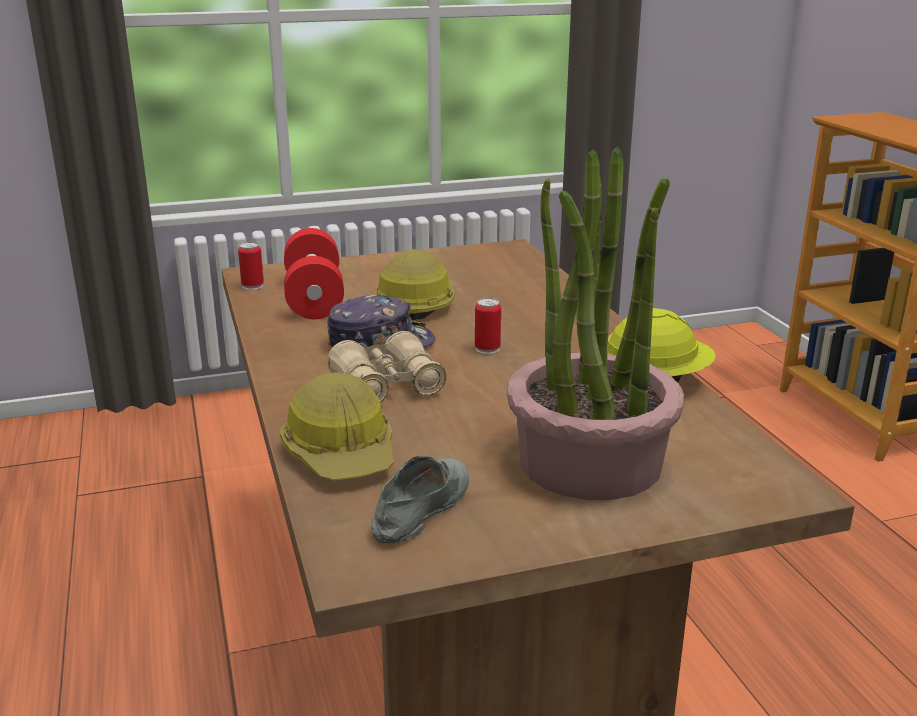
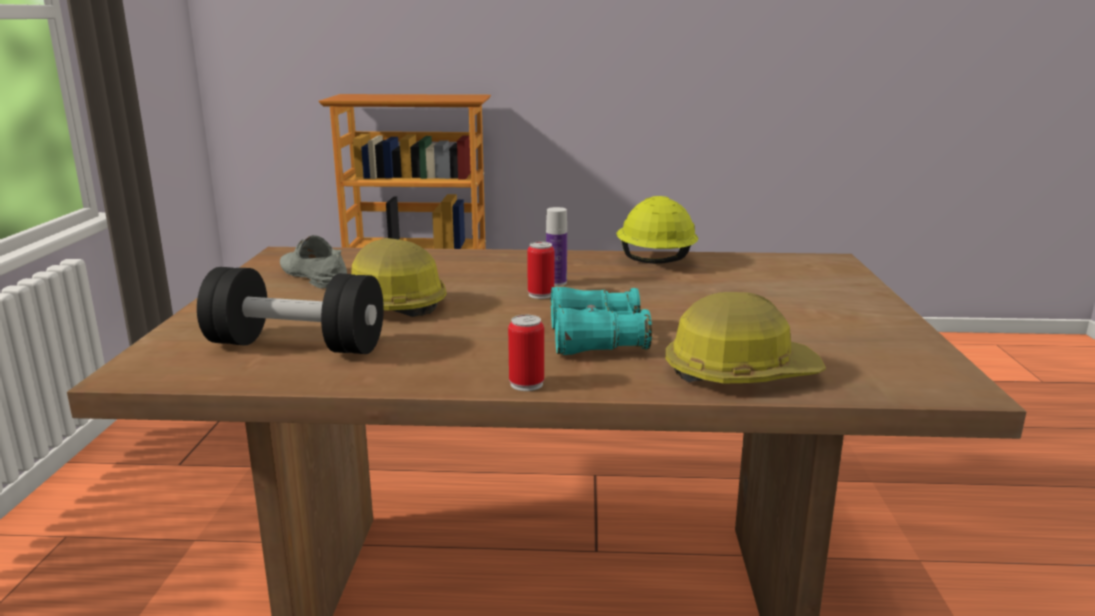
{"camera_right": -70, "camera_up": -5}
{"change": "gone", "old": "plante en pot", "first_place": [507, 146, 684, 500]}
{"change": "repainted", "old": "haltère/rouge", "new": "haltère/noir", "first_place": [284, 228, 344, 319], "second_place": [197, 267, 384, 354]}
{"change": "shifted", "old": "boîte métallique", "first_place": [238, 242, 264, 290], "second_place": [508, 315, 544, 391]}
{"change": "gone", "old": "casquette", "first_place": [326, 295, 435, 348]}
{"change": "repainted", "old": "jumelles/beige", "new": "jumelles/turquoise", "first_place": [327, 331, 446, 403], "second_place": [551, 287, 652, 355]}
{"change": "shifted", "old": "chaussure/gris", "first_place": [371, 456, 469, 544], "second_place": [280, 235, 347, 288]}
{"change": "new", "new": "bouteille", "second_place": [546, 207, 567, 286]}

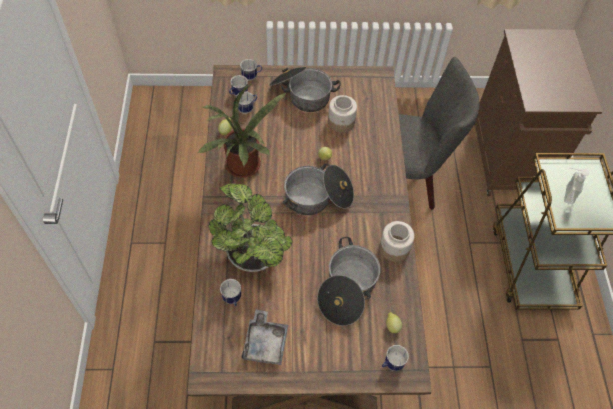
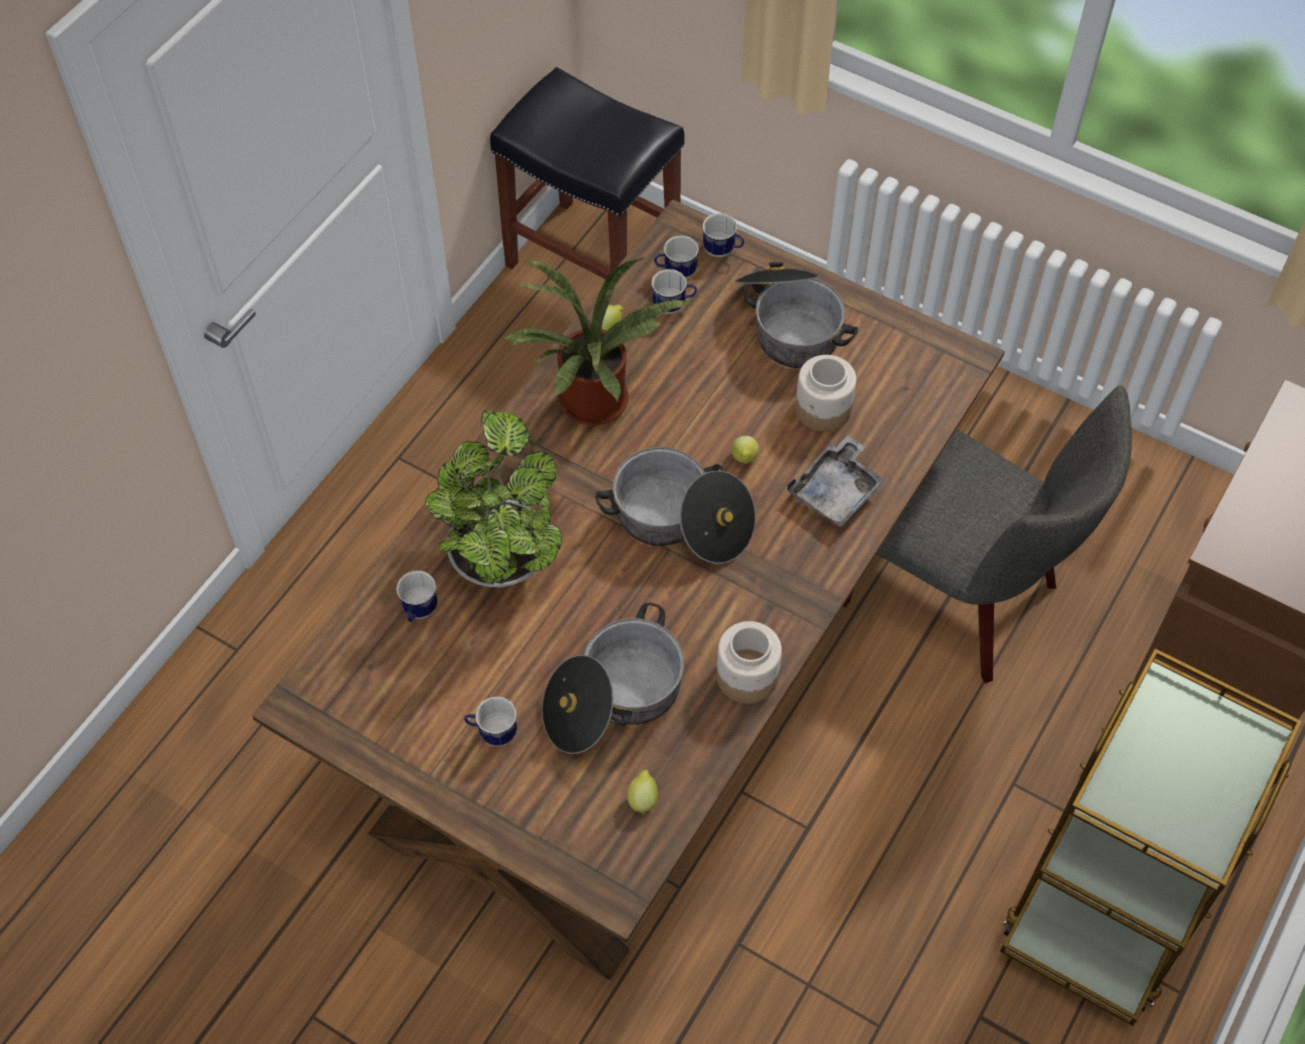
{"camera_right": 35, "camera_up": 0}
{"change": "gone", "old": "distributeur de savon", "first_place": [564, 168, 589, 204]}
{"change": "shifted", "old": "plateau/gris", "first_place": [242, 310, 288, 365], "second_place": [787, 435, 885, 528]}
{"change": "shifted", "old": "mug", "first_place": [382, 345, 409, 371], "second_place": [464, 697, 517, 746]}
{"change": "new", "new": "tabouret/noir", "second_place": [490, 67, 685, 279]}

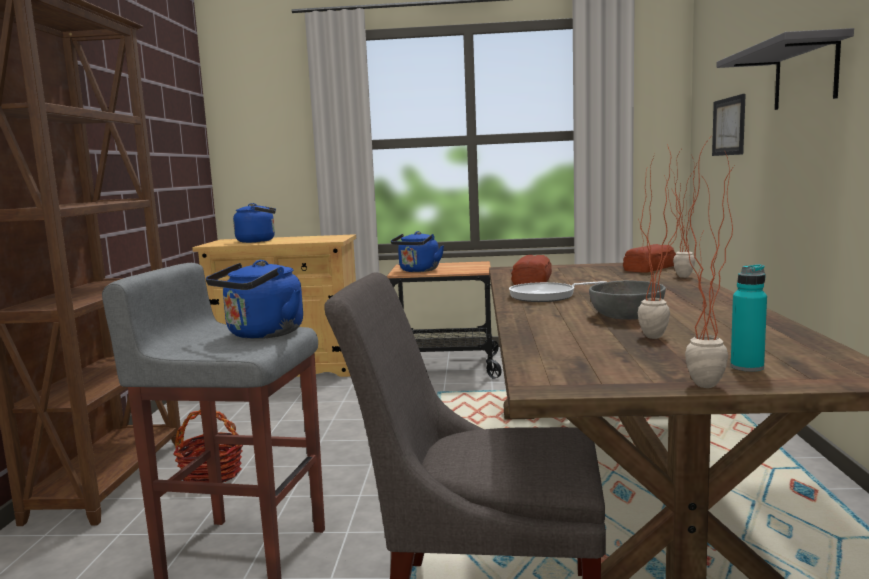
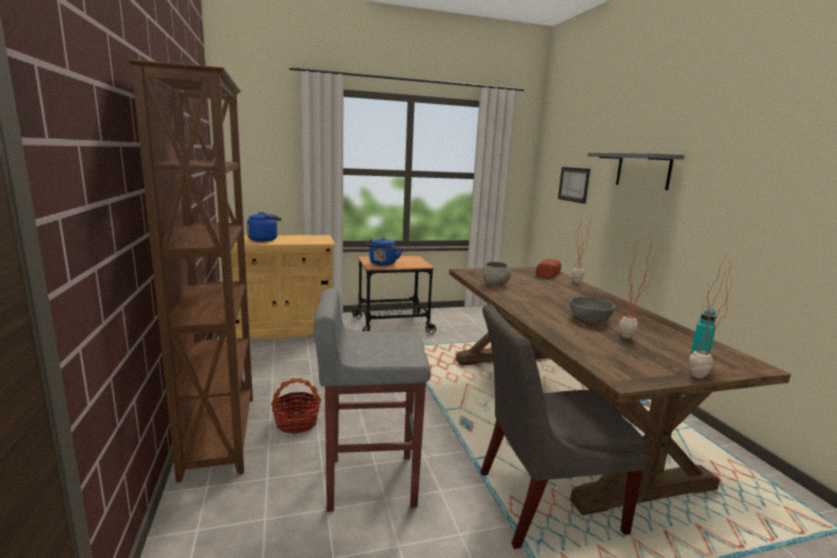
{"camera_right": -20, "camera_up": 5}
{"change": "swapped", "old": "pain", "new": "bol/gris", "first_place": [511, 255, 552, 285], "second_place": [482, 262, 511, 286]}
{"change": "gone", "old": "bouilloire/bleu", "first_place": [206, 260, 303, 339]}
{"change": "gone", "old": "poêle", "first_place": [509, 281, 606, 302]}

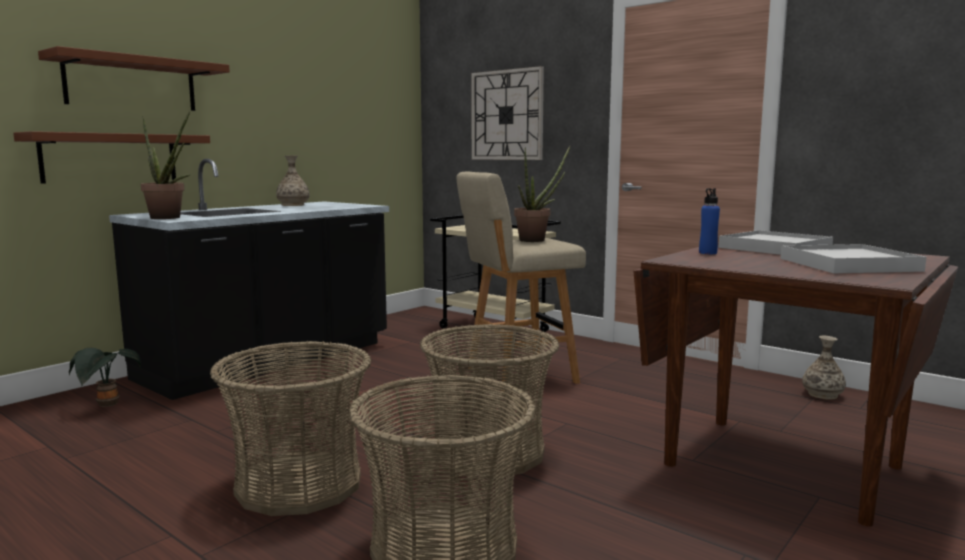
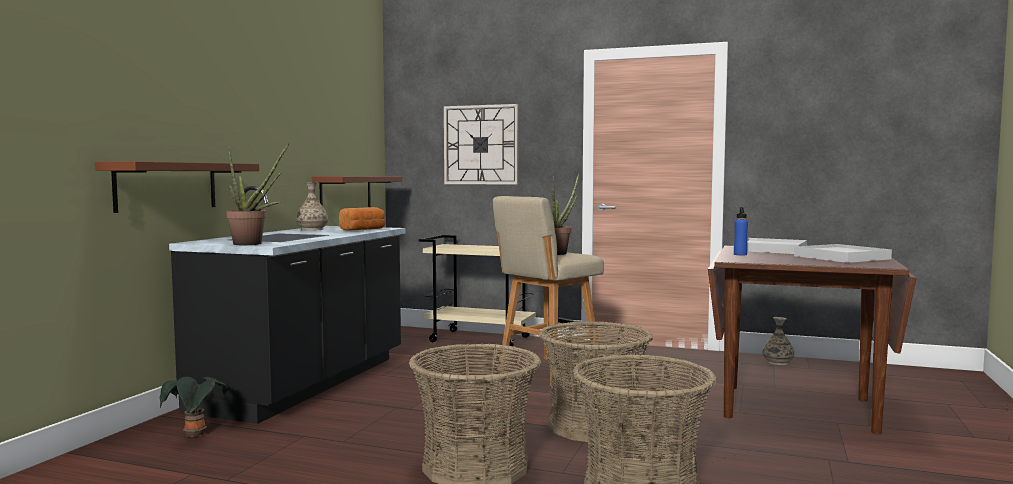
{"camera_right": -20, "camera_up": -5}
{"change": "shifted", "old": "étagère/marron", "first_place": [38, 46, 230, 111], "second_place": [312, 176, 403, 207]}
{"change": "new", "new": "pain", "second_place": [339, 207, 385, 231]}

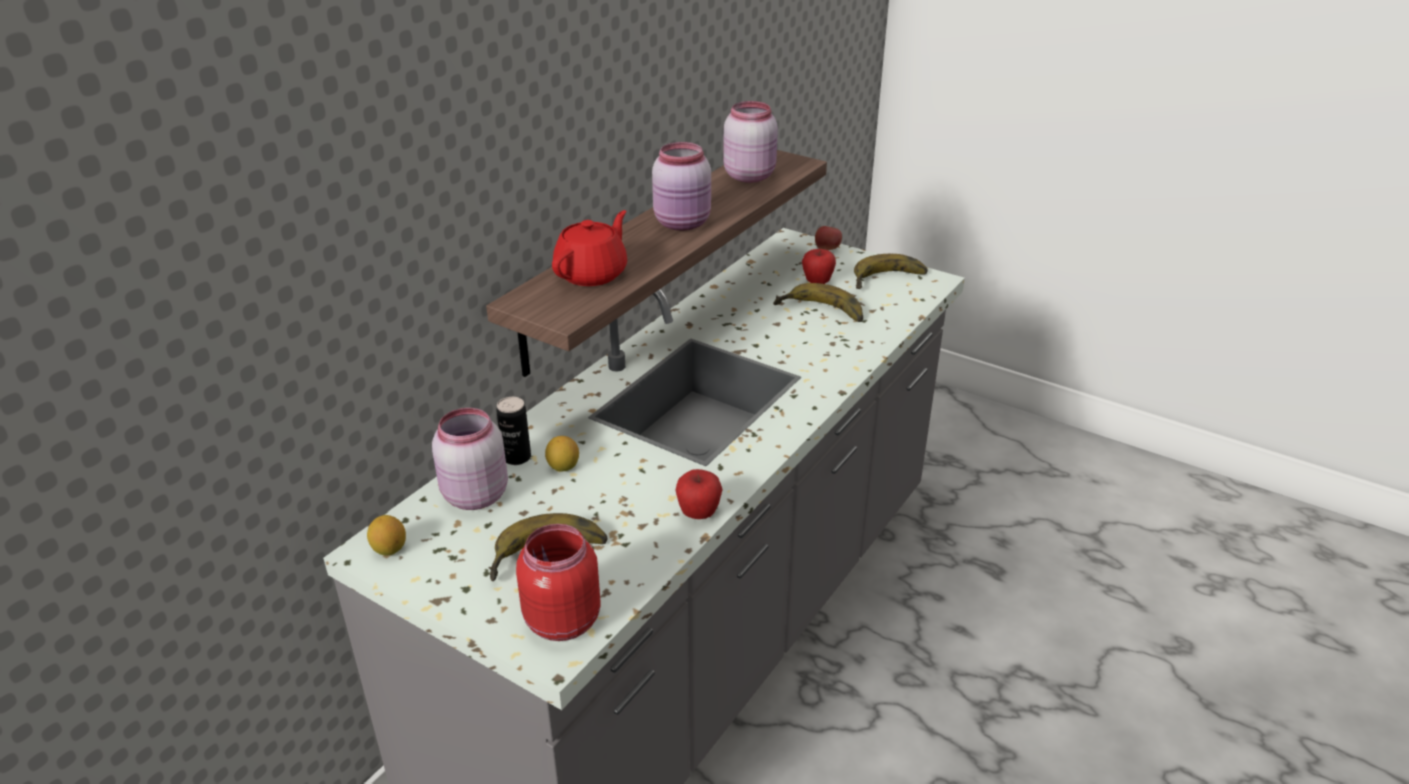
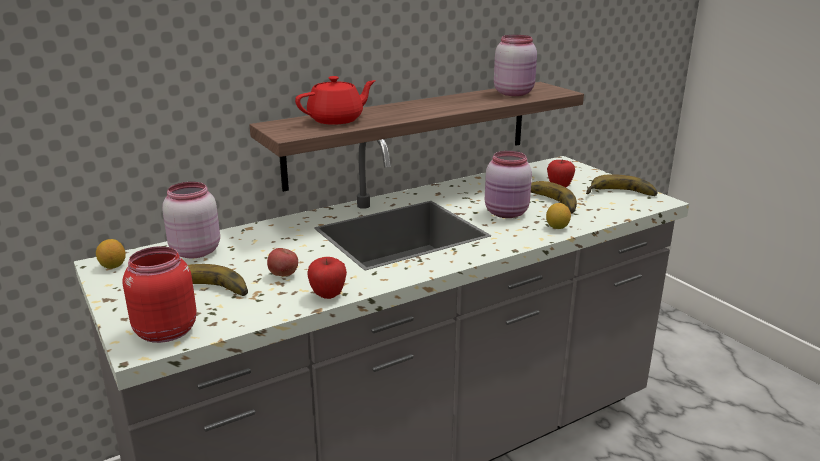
{"camera_right": 25, "camera_up": -10}
{"change": "shifted", "old": "bocal/rose", "first_place": [652, 142, 711, 231], "second_place": [485, 151, 532, 218]}
{"change": "shifted", "old": "pomme", "first_place": [815, 226, 842, 250], "second_place": [267, 248, 298, 276]}
{"change": "gone", "old": "boîte métallique", "first_place": [496, 397, 531, 465]}
{"change": "shifted", "old": "citron", "first_place": [545, 436, 579, 471], "second_place": [546, 203, 571, 229]}

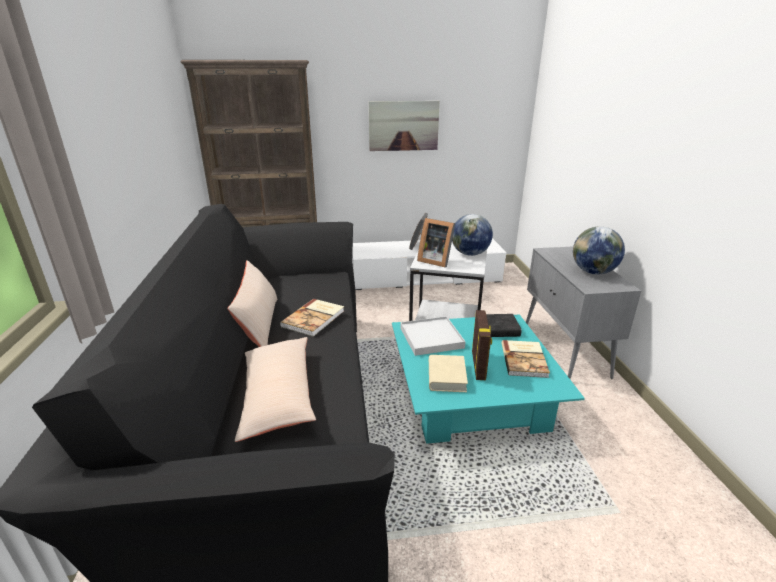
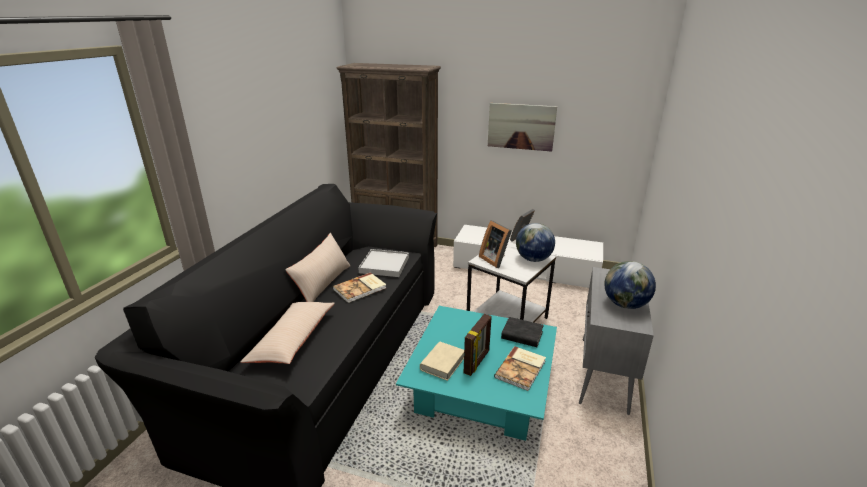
{"camera_right": 25, "camera_up": 0}
{"change": "shifted", "old": "plateau/blanc", "first_place": [401, 316, 466, 356], "second_place": [358, 249, 409, 277]}

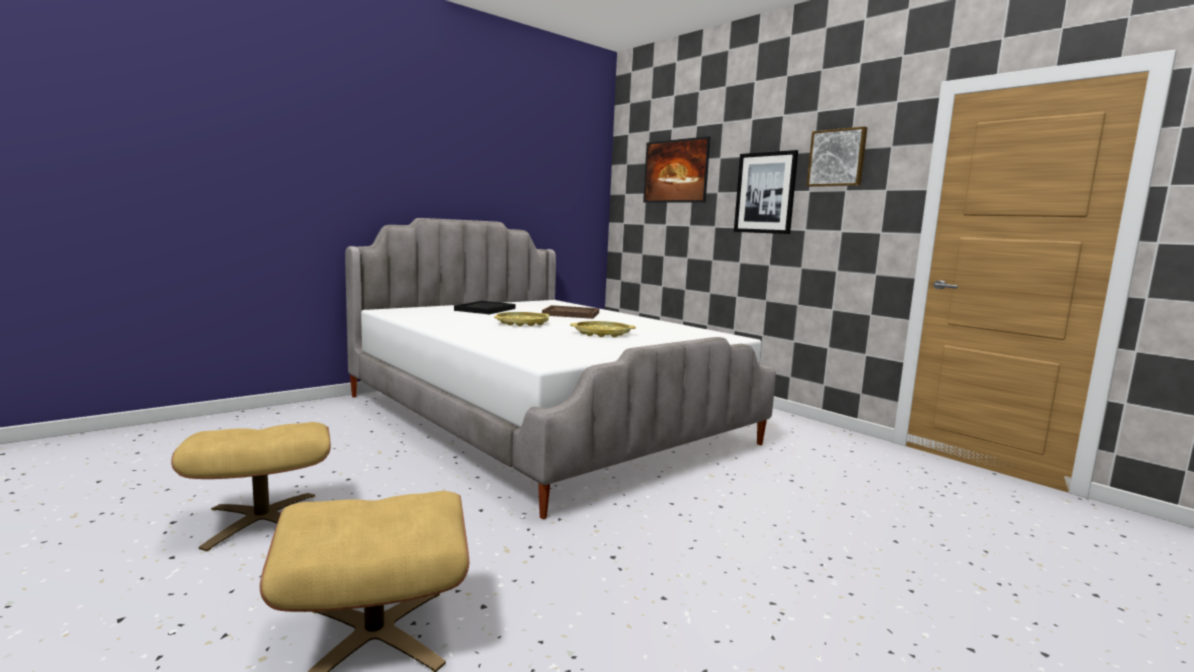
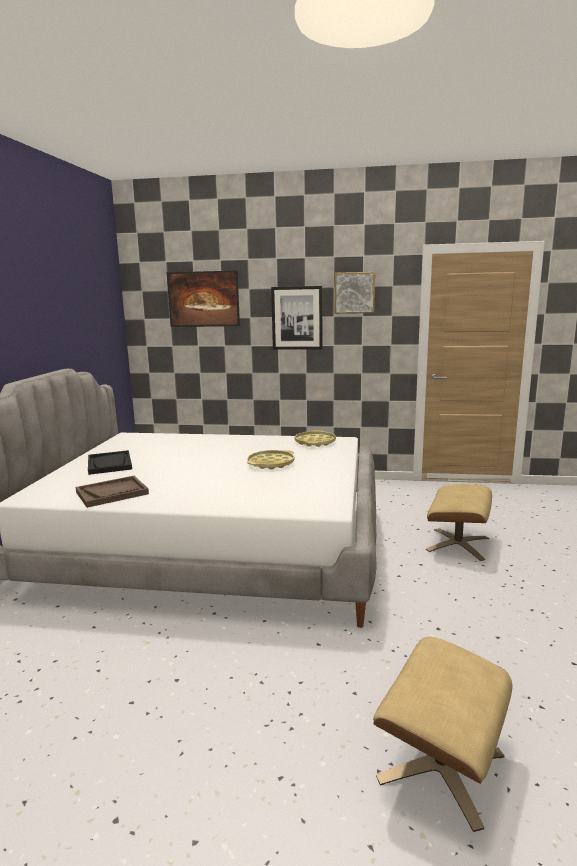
{"camera_right": -40, "camera_up": 5}
{"change": "shifted", "old": "plateau/marron", "first_place": [542, 305, 599, 319], "second_place": [76, 476, 149, 508]}
{"change": "shifted", "old": "plateau/jaune", "first_place": [494, 312, 550, 326], "second_place": [295, 430, 336, 447]}
{"change": "shifted", "old": "pouf/beige", "first_place": [171, 422, 331, 551], "second_place": [426, 484, 492, 561]}

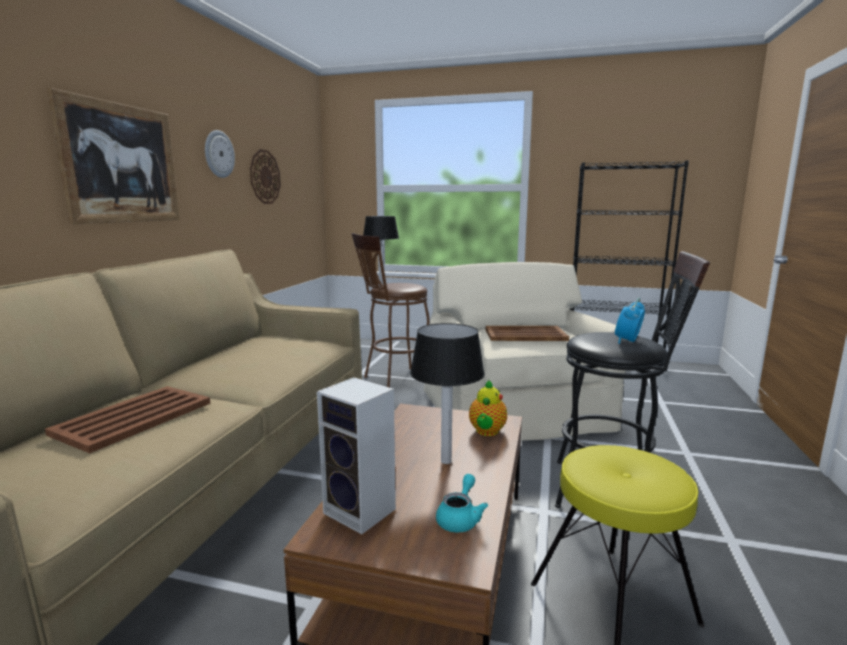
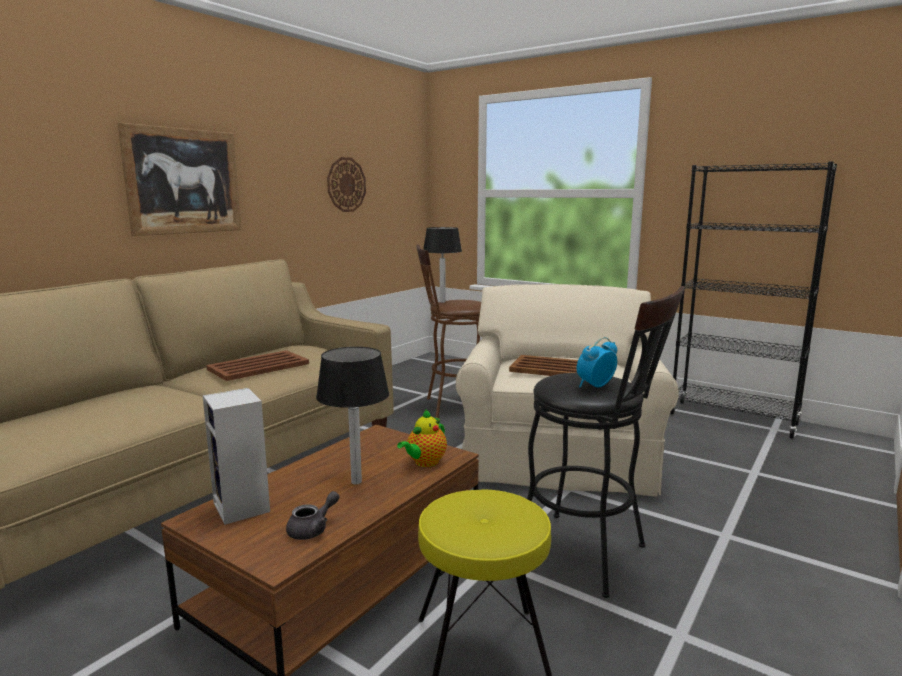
{"camera_right": 20, "camera_up": 0}
{"change": "gone", "old": "horloge murale", "first_place": [205, 130, 235, 178]}
{"change": "shifted", "old": "plateau/marron", "first_place": [45, 386, 210, 453], "second_place": [206, 350, 309, 381]}
{"change": "repainted", "old": "théière/turquoise", "new": "théière/gris", "first_place": [436, 474, 488, 533], "second_place": [286, 491, 340, 540]}

